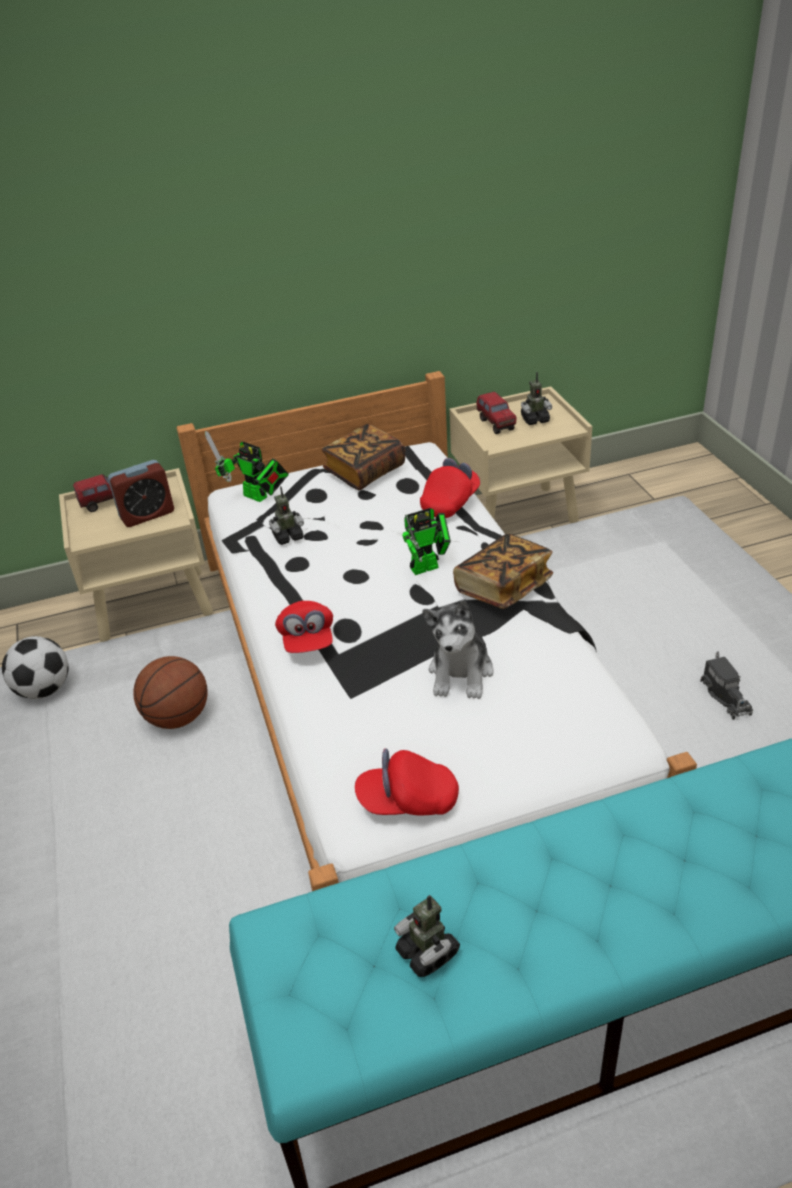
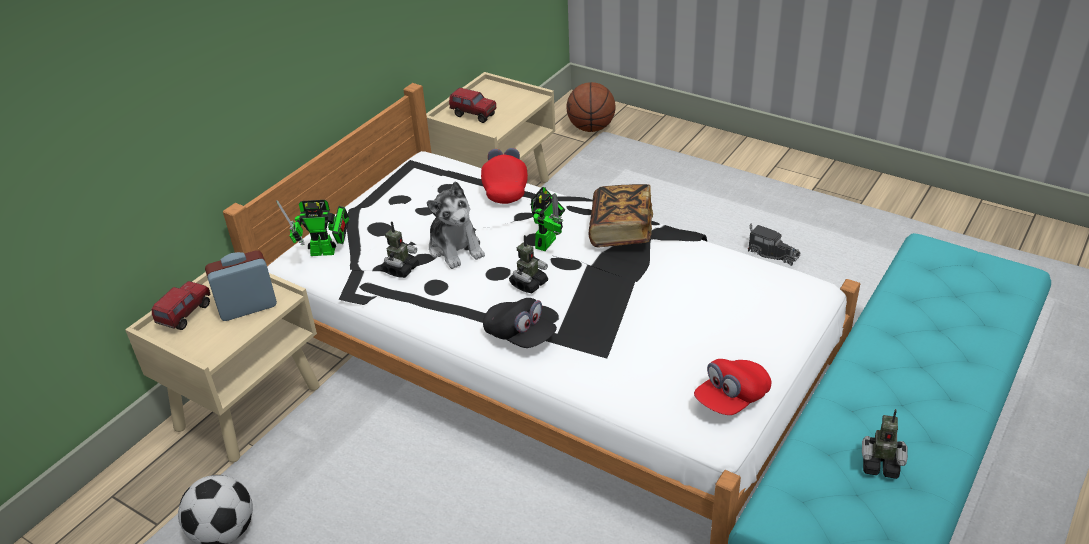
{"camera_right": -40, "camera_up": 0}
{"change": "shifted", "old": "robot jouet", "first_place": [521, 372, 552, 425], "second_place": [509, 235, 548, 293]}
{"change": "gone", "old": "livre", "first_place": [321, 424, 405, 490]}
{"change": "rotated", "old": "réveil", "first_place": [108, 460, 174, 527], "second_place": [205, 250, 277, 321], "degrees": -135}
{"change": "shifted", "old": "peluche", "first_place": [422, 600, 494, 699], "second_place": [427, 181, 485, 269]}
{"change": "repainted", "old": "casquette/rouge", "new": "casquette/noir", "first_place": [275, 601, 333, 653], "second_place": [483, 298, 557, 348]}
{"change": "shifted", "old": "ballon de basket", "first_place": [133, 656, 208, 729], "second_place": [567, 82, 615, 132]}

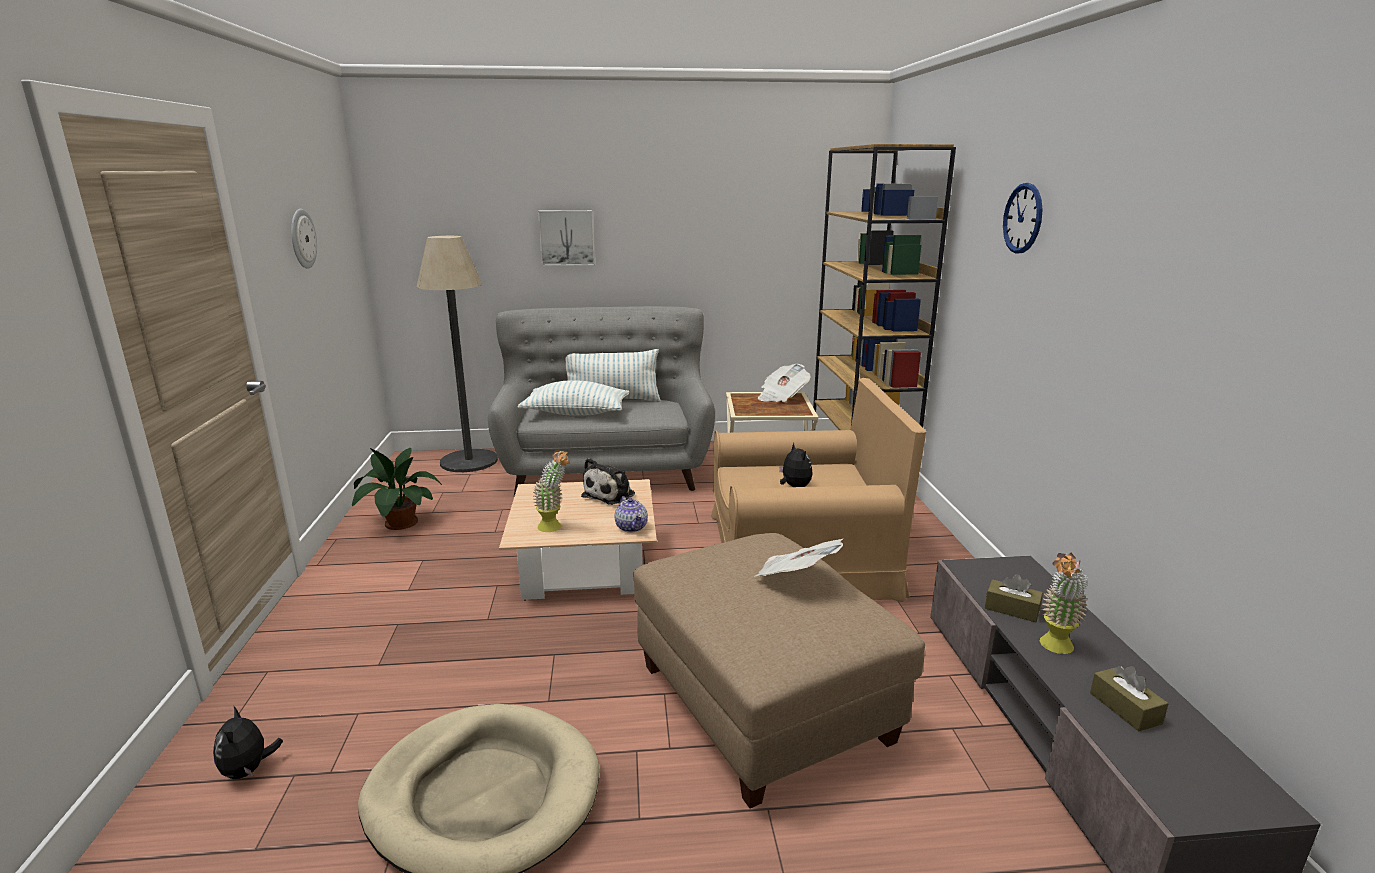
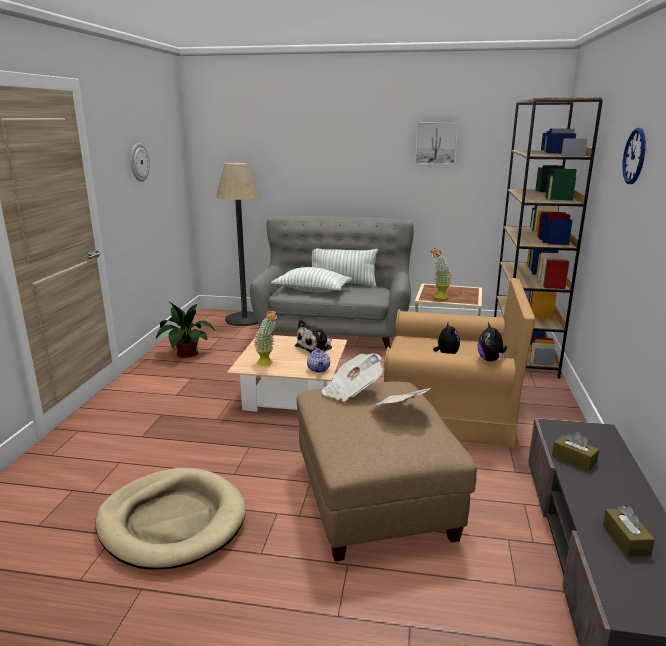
{"camera_right": 15, "camera_up": 0}
{"change": "shifted", "old": "tableau", "first_place": [538, 210, 595, 266], "second_place": [415, 123, 458, 165]}
{"change": "shifted", "old": "journal", "first_place": [758, 364, 810, 402], "second_place": [322, 353, 383, 401]}
{"change": "shifted", "old": "plante en pot", "first_place": [1040, 553, 1088, 654], "second_place": [431, 248, 452, 299]}
{"change": "shifted", "old": "peluche", "first_place": [213, 707, 283, 779], "second_place": [478, 322, 507, 361]}

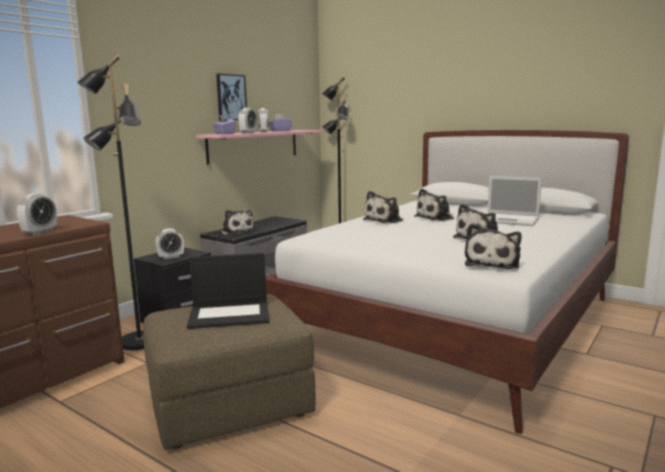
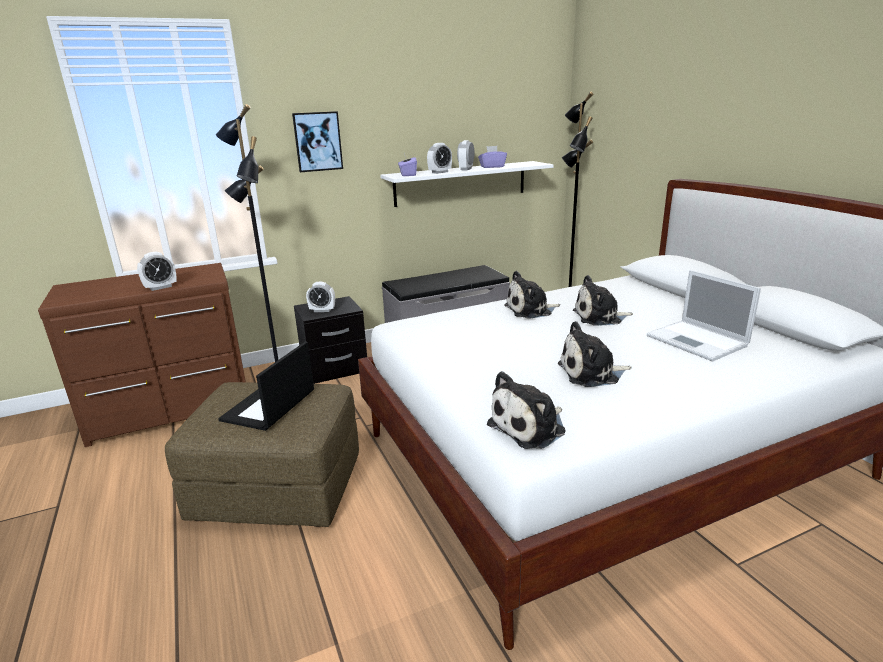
{"camera_right": 30, "camera_up": 10}
{"change": "shifted", "old": "tableau", "first_place": [216, 74, 247, 121], "second_place": [292, 111, 343, 172]}
{"change": "repainted", "old": "étagère/rose", "new": "étagère/blanc", "first_place": [196, 130, 323, 165], "second_place": [380, 161, 554, 207]}
{"change": "gone", "old": "peluche", "first_place": [220, 210, 254, 235]}
{"change": "rotated", "old": "ordinateur portable", "first_place": [187, 253, 269, 329], "second_place": [218, 342, 314, 431], "degrees": 90}

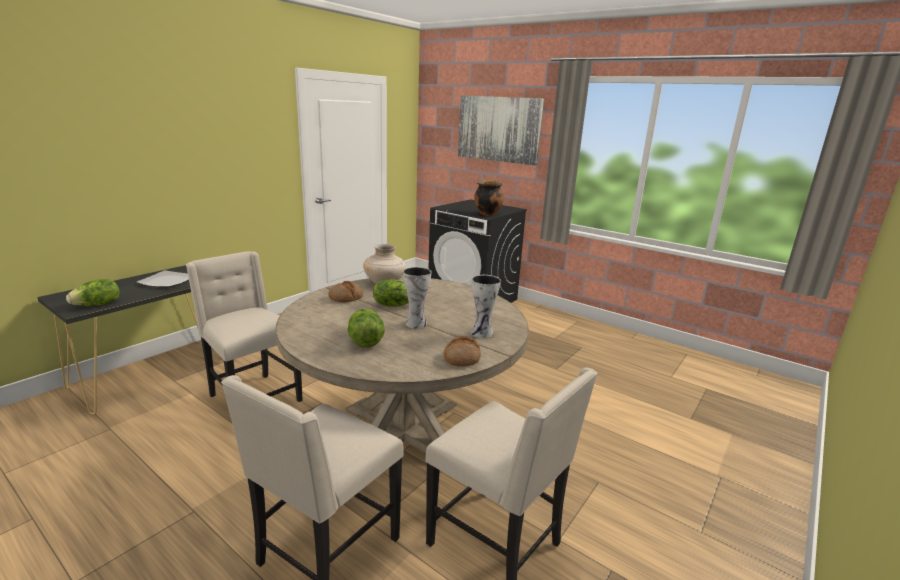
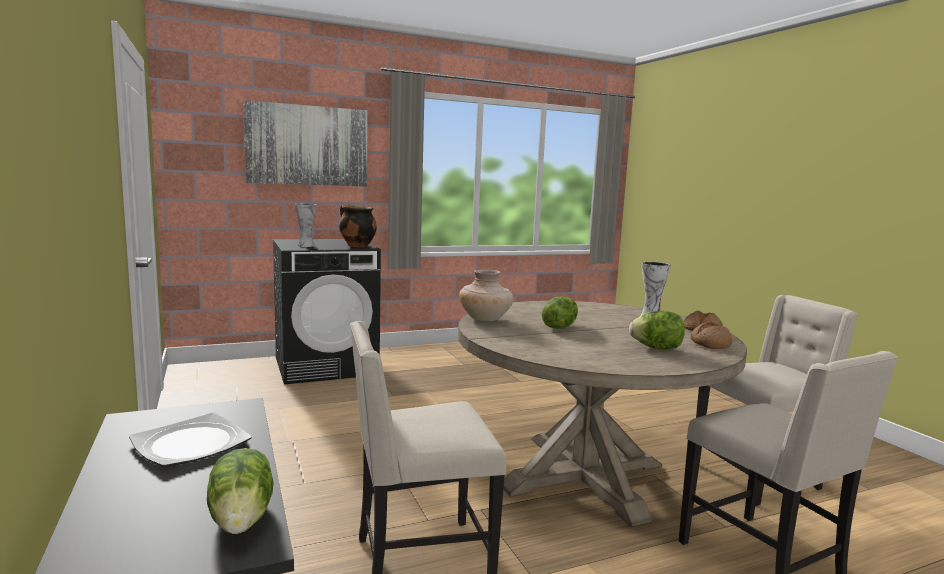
{"camera_right": -60, "camera_up": -10}
{"change": "shifted", "old": "vase", "first_place": [403, 267, 431, 329], "second_place": [295, 204, 316, 247]}
{"change": "shifted", "old": "pain", "first_place": [328, 281, 363, 303], "second_place": [690, 322, 733, 349]}

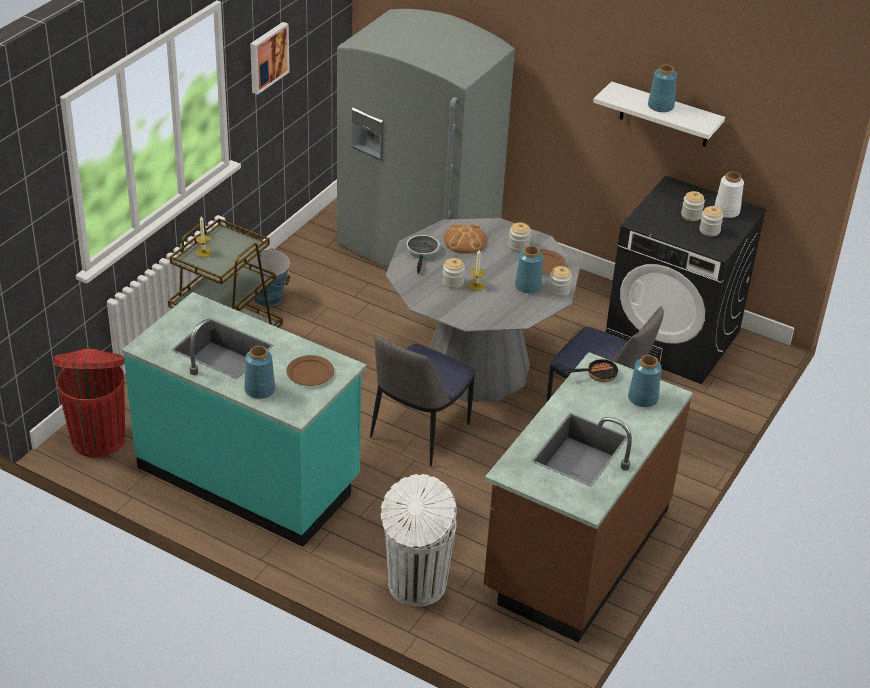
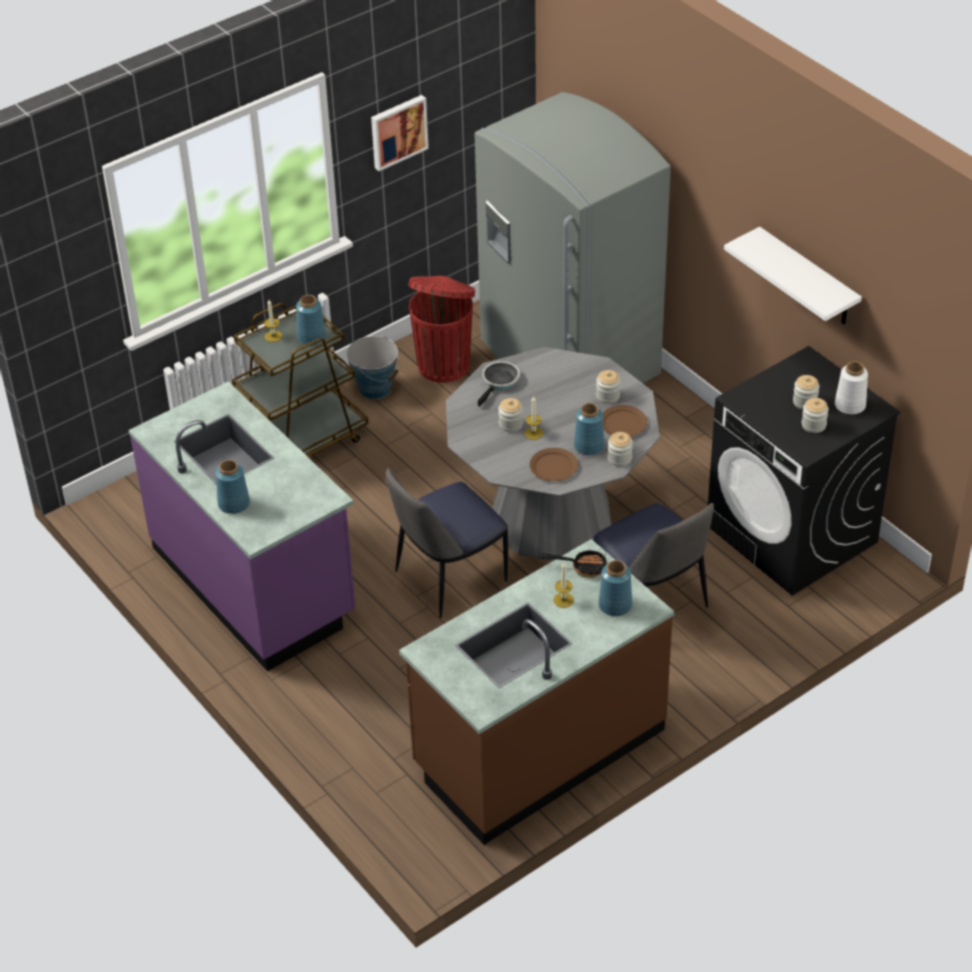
{"camera_right": 25, "camera_up": 5}
{"change": "shifted", "old": "vase/bleu", "first_place": [648, 64, 677, 112], "second_place": [296, 295, 326, 345]}
{"change": "gone", "old": "pain", "first_place": [444, 224, 486, 253]}
{"change": "repainted", "old": "comptoir de cuisine/turquoise", "new": "comptoir de cuisine/violet", "first_place": [122, 292, 367, 547], "second_place": [128, 381, 356, 671]}
{"change": "shifted", "old": "poubelle/rouge", "first_place": [54, 349, 125, 457], "second_place": [408, 276, 475, 383]}
{"change": "shifted", "old": "assiette/marron", "first_place": [286, 355, 334, 386], "second_place": [530, 448, 578, 481]}
{"change": "gone", "old": "poubelle/blanc", "first_place": [381, 474, 457, 607]}
{"change": "new", "new": "bougie", "second_place": [553, 562, 574, 608]}

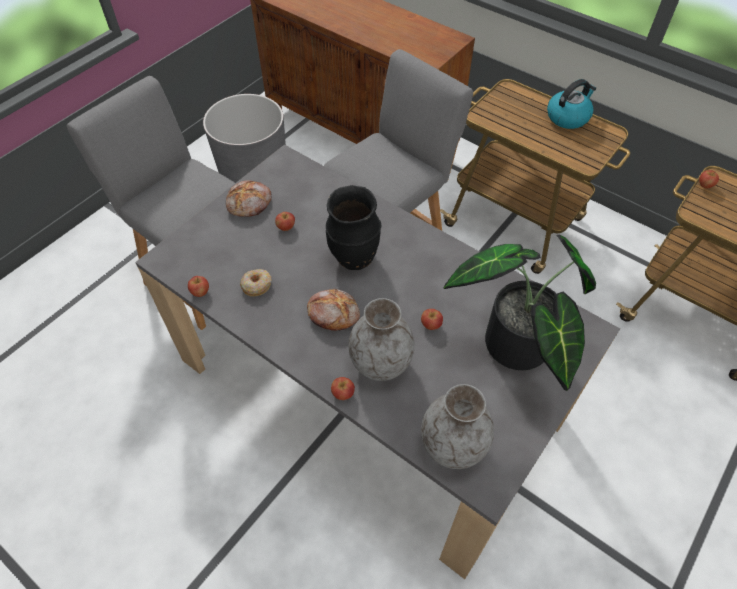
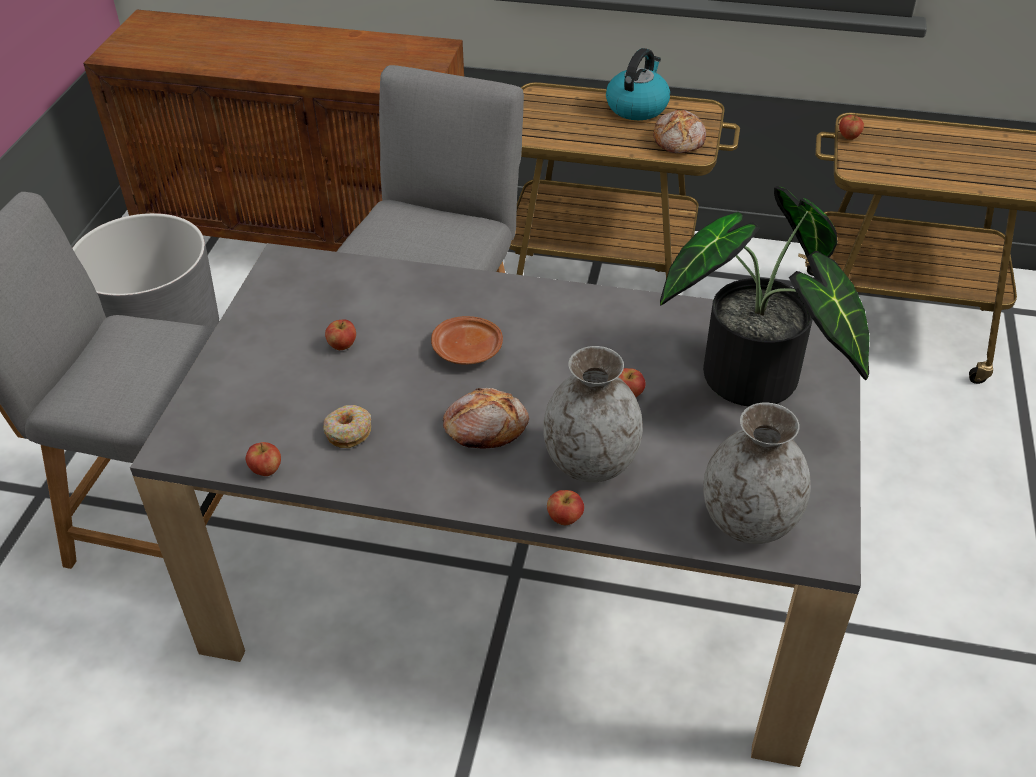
{"camera_right": -25, "camera_up": -10}
{"change": "shifted", "old": "pain", "first_place": [226, 181, 272, 217], "second_place": [654, 110, 706, 153]}
{"change": "swapped", "old": "vase/noir", "new": "assiette/marron", "first_place": [326, 185, 381, 270], "second_place": [431, 316, 503, 365]}

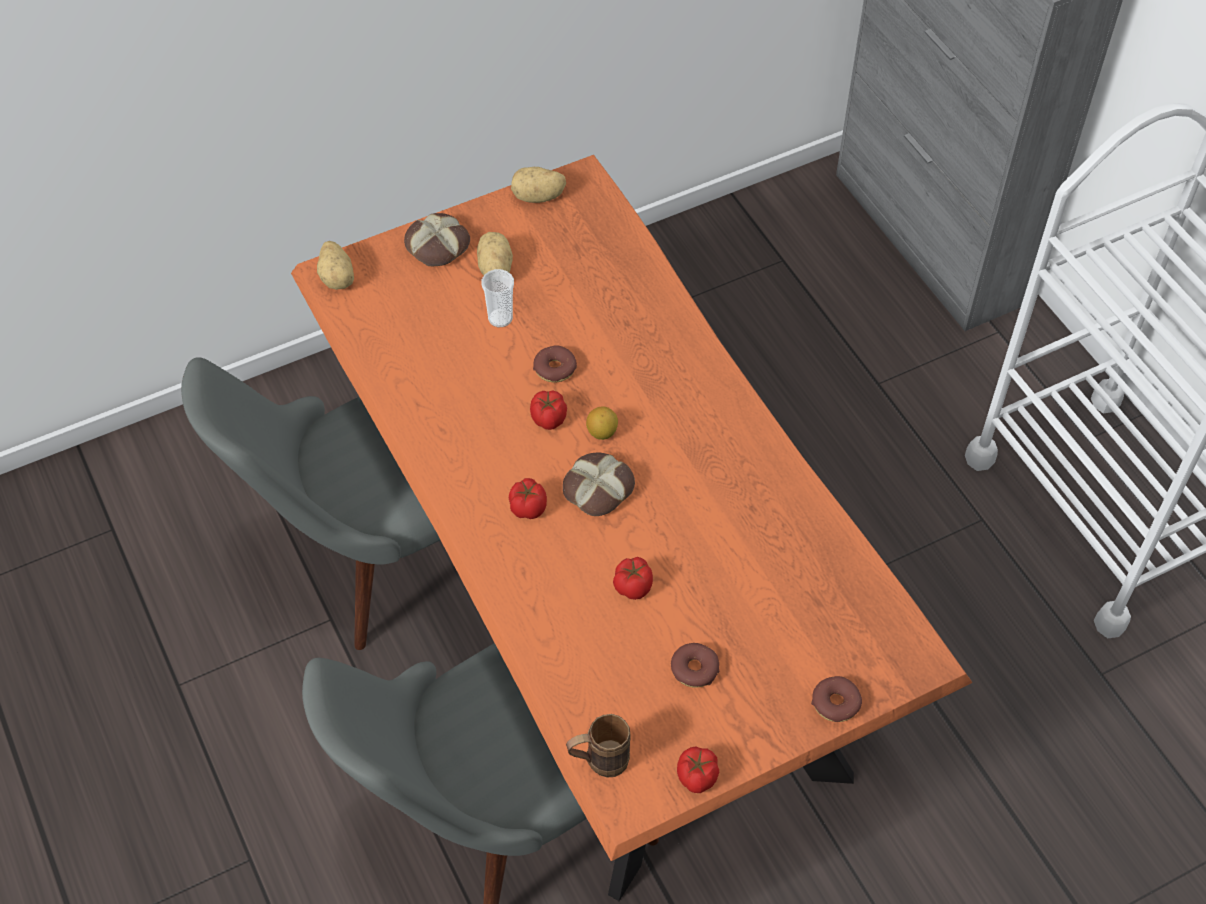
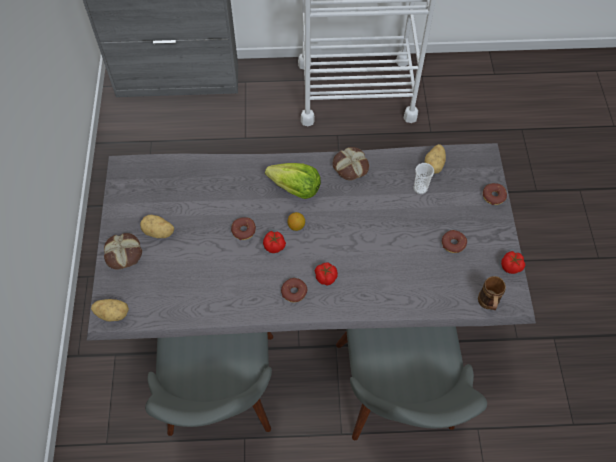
{"camera_right": -65, "camera_up": 5}
{"change": "repainted", "old": "table à manger/orange", "new": "table à manger/gris", "first_place": [291, 155, 972, 901], "second_place": [87, 143, 536, 341]}
{"change": "shifted", "old": "pomme de terre", "first_place": [511, 167, 566, 203], "second_place": [424, 144, 446, 174]}
{"change": "shifted", "old": "tasse", "first_place": [481, 269, 514, 327], "second_place": [413, 163, 434, 194]}
{"change": "shifted", "old": "pain", "first_place": [563, 452, 635, 516], "second_place": [333, 147, 369, 180]}
{"change": "gone", "old": "tomate", "first_place": [613, 557, 653, 600]}
{"change": "new", "new": "laitue", "second_place": [265, 163, 321, 199]}
{"change": "new", "new": "beignet", "second_place": [281, 278, 307, 302]}

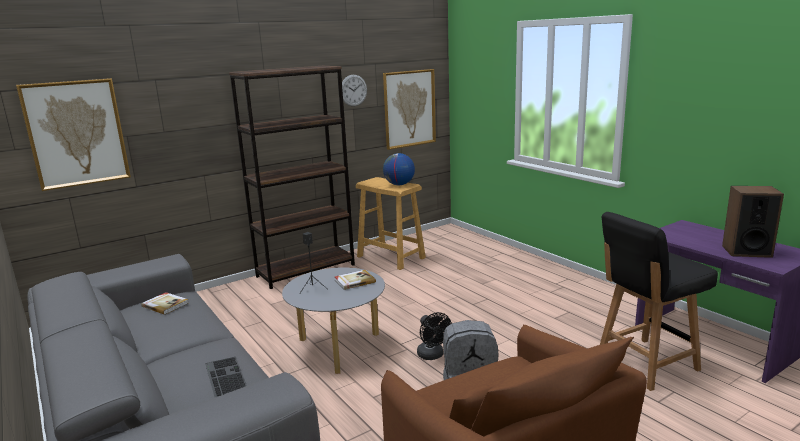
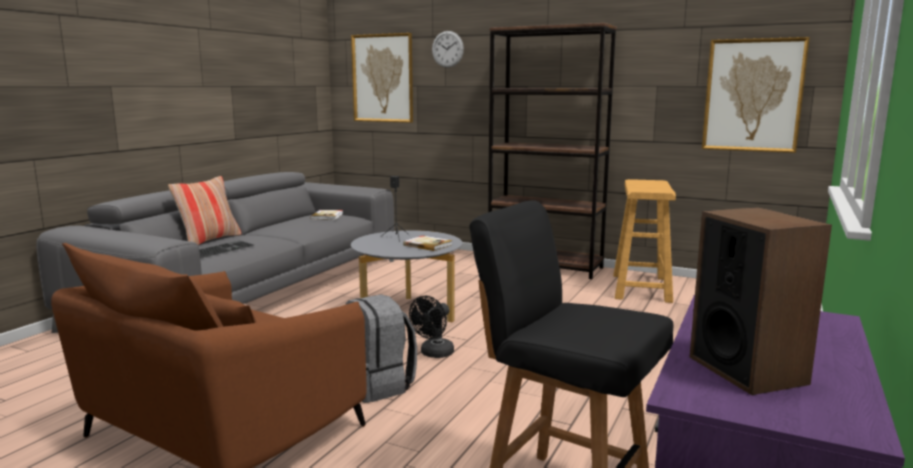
{"camera_right": 60, "camera_up": -5}
{"change": "shifted", "old": "horloge murale", "first_place": [342, 75, 367, 106], "second_place": [432, 31, 464, 68]}
{"change": "gone", "old": "globe", "first_place": [383, 153, 415, 185]}
{"change": "new", "new": "coussin", "second_place": [168, 176, 242, 245]}

